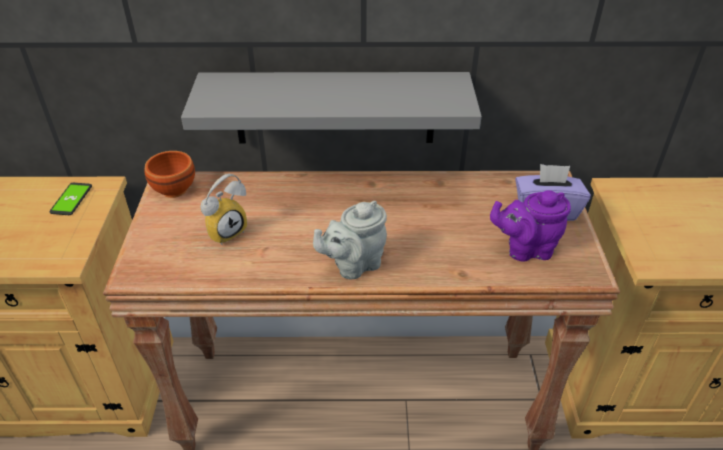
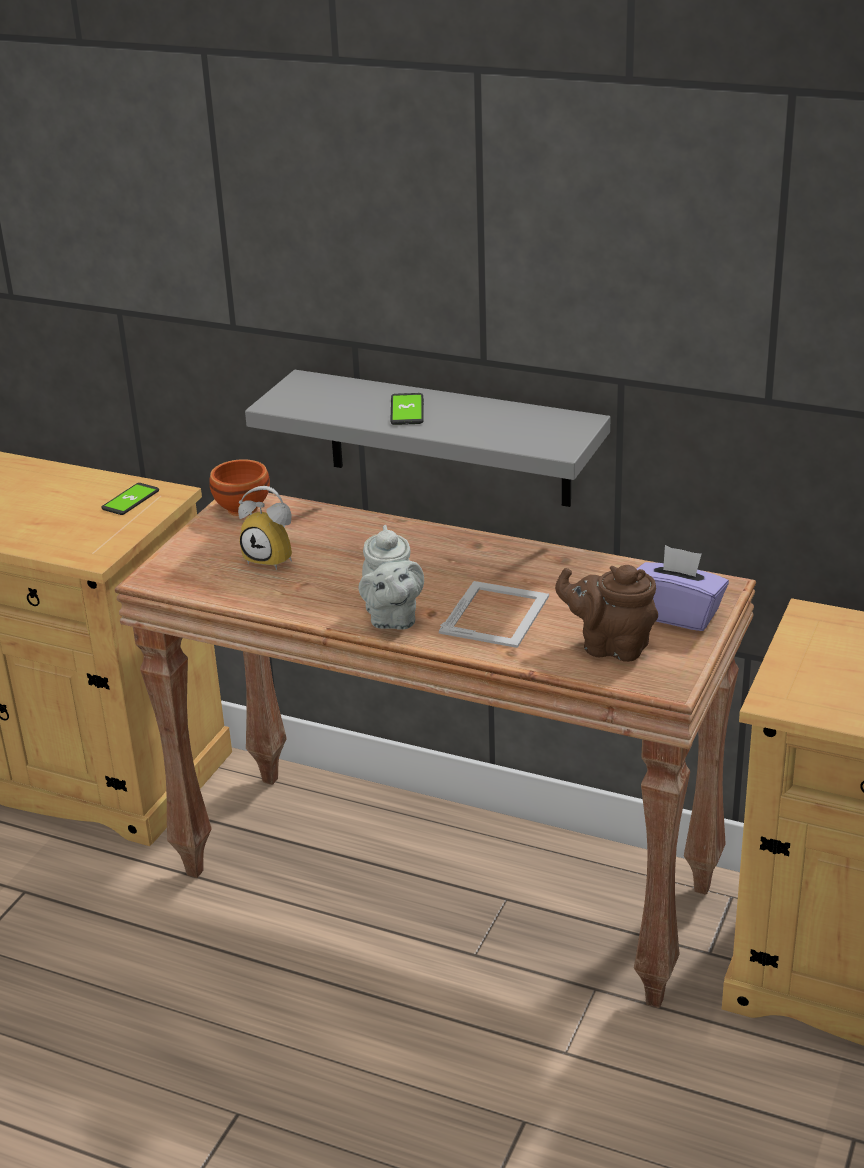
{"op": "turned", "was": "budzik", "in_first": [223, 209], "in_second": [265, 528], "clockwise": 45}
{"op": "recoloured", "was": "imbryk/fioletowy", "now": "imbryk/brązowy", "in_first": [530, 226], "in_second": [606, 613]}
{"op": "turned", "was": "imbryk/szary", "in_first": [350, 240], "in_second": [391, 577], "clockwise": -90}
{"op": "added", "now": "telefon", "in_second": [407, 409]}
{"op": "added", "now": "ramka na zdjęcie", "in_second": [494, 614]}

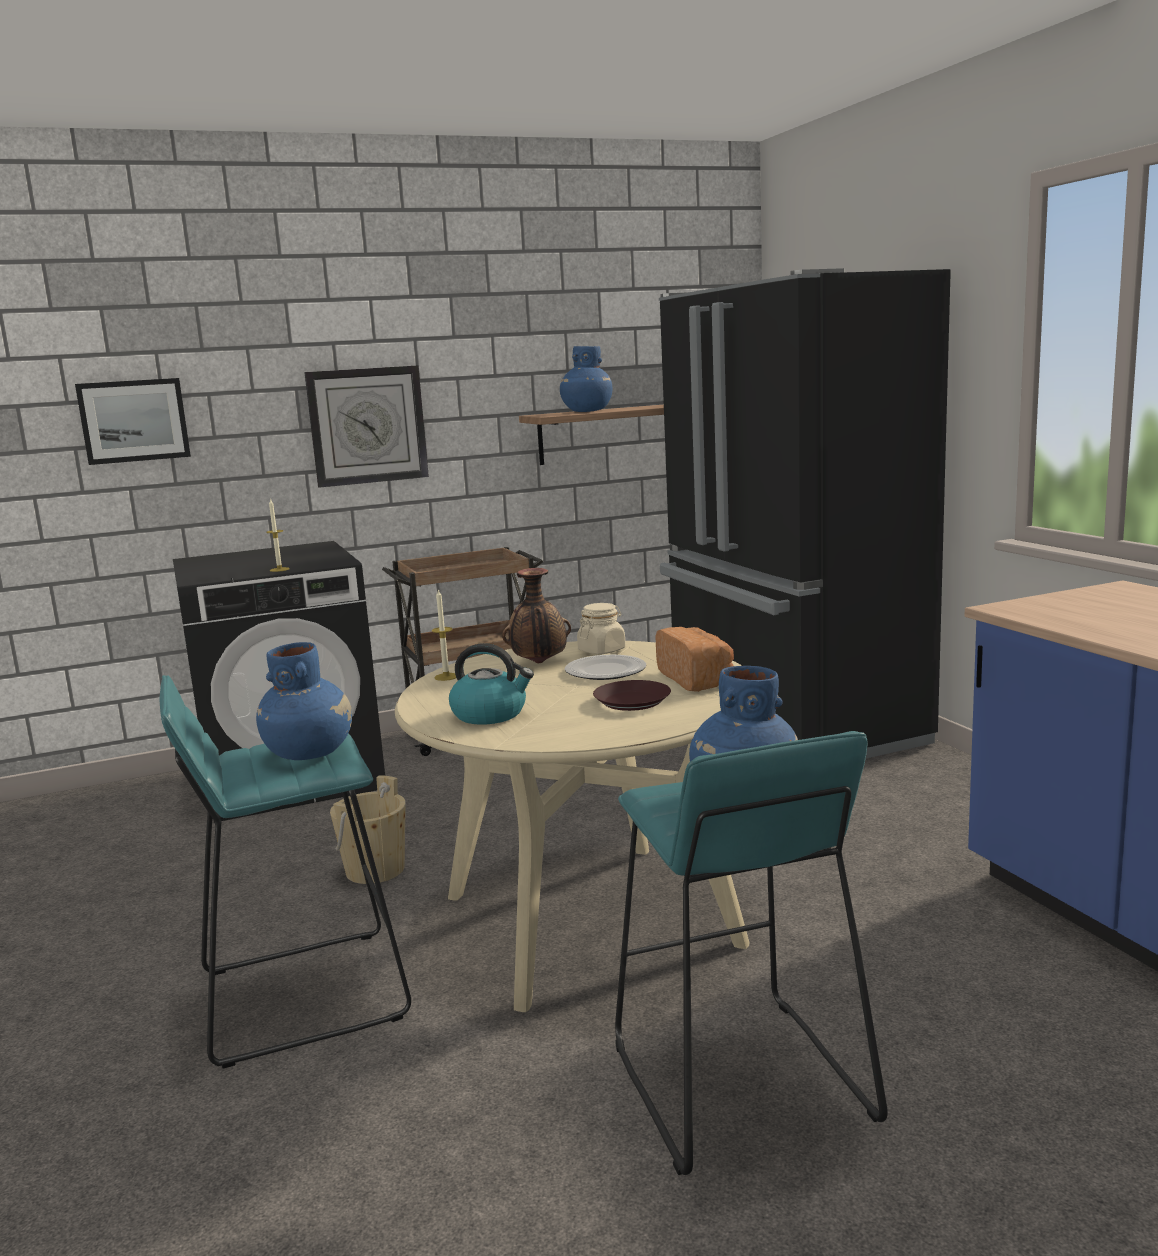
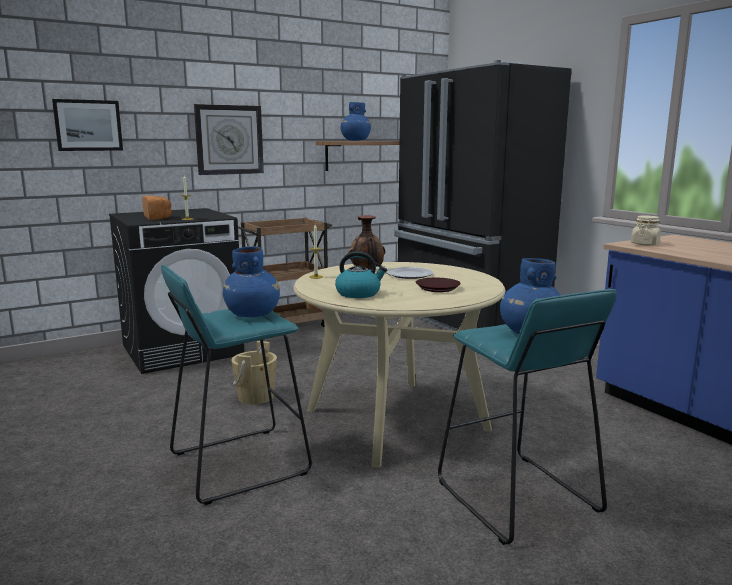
{"op": "moved", "was": "słoik/beżowy", "in_first": [601, 628], "in_second": [646, 230]}
{"op": "moved", "was": "chleb", "in_first": [694, 659], "in_second": [157, 207]}

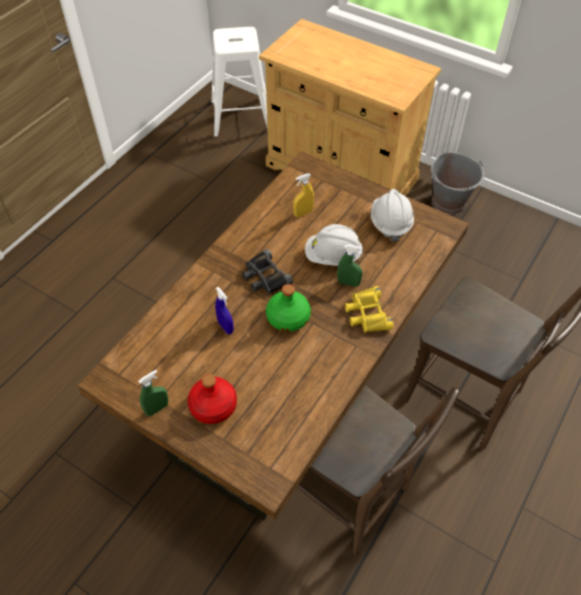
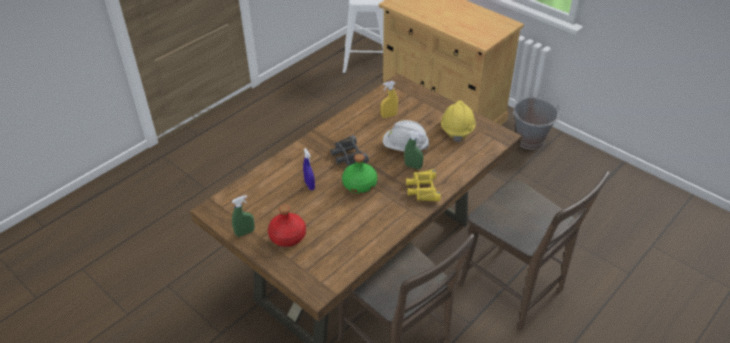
{"op": "recoloured", "was": "kask/biały", "now": "kask/żółty", "in_first": [392, 215], "in_second": [458, 121]}

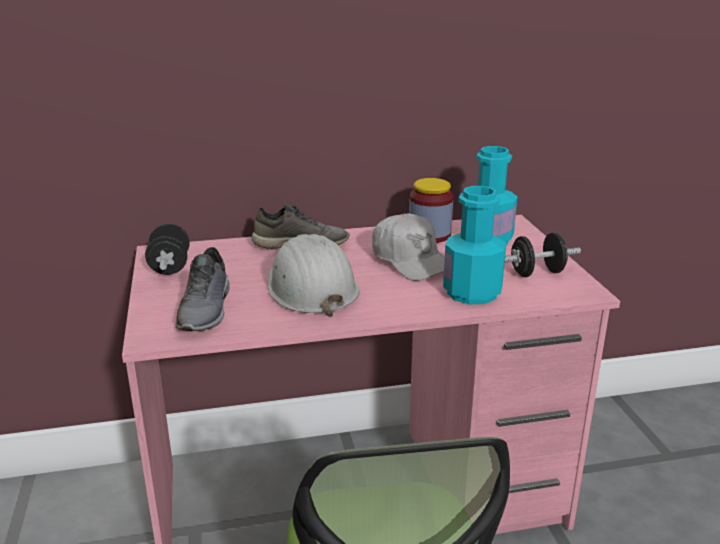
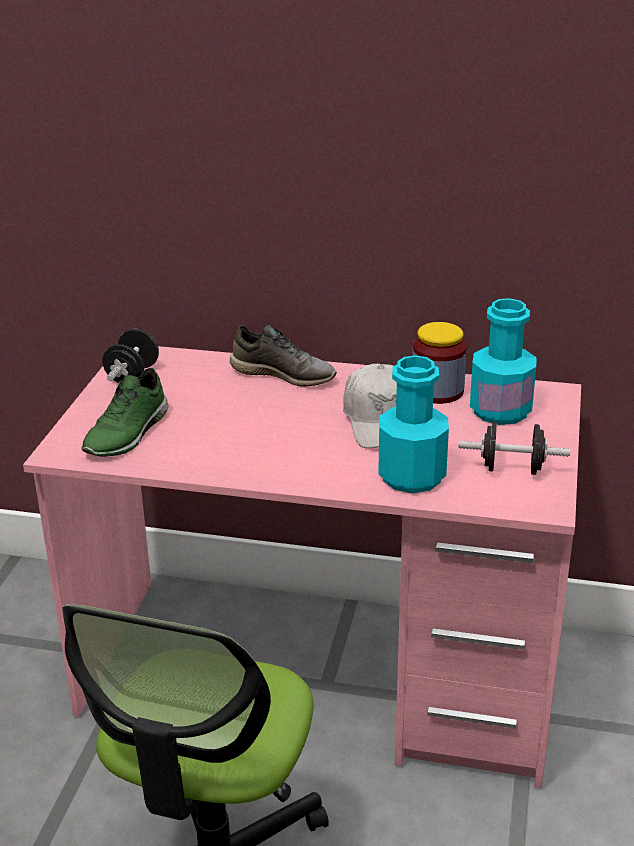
{"op": "removed", "was": "kask/biały", "in_first": [314, 275]}
{"op": "recoloured", "was": "but/szary", "now": "but/zielony", "in_first": [203, 289], "in_second": [124, 412]}

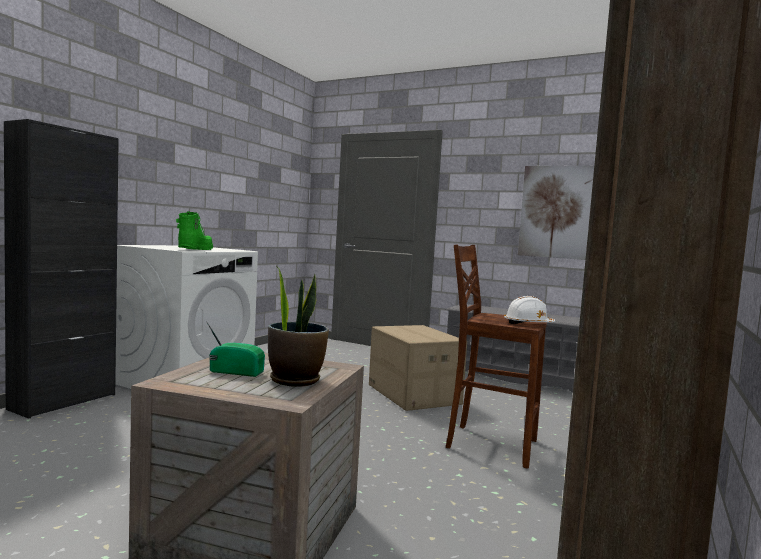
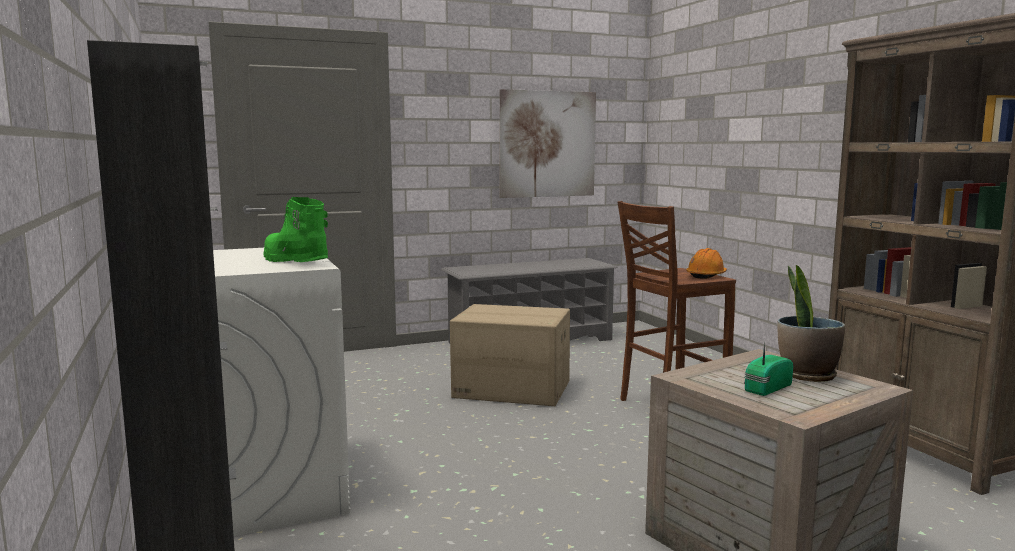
{"op": "recoloured", "was": "kask/biały", "now": "kask/pomarańczowy", "in_first": [529, 310], "in_second": [706, 263]}

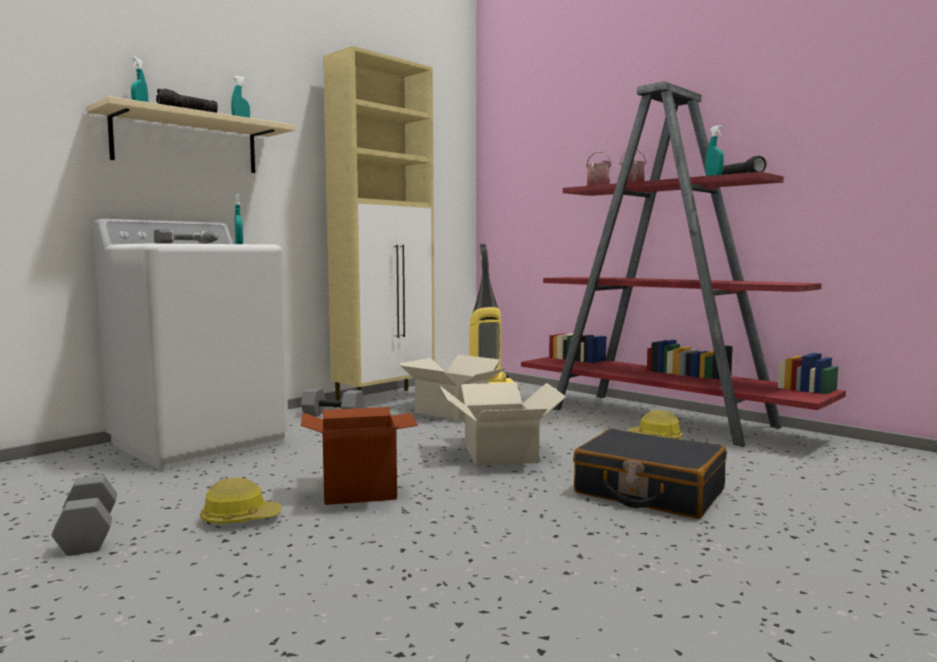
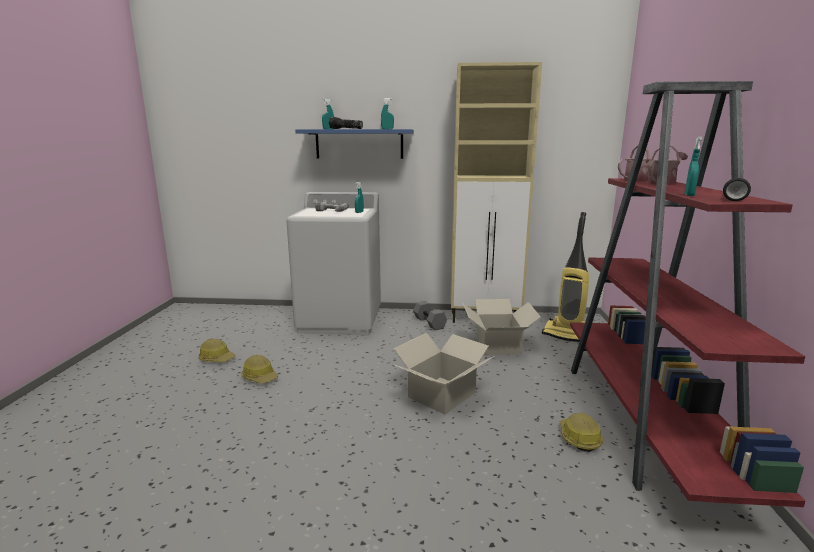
{"op": "recoloured", "was": "półka/beżowy", "now": "półka/niebieski", "in_first": [191, 134], "in_second": [354, 144]}
{"op": "removed", "was": "karton", "in_first": [359, 456]}
{"op": "removed", "was": "walizka/czarny", "in_first": [649, 474]}
{"op": "replaced", "was": "hantel/szary", "now": "kask", "in_first": [84, 515], "in_second": [217, 350]}

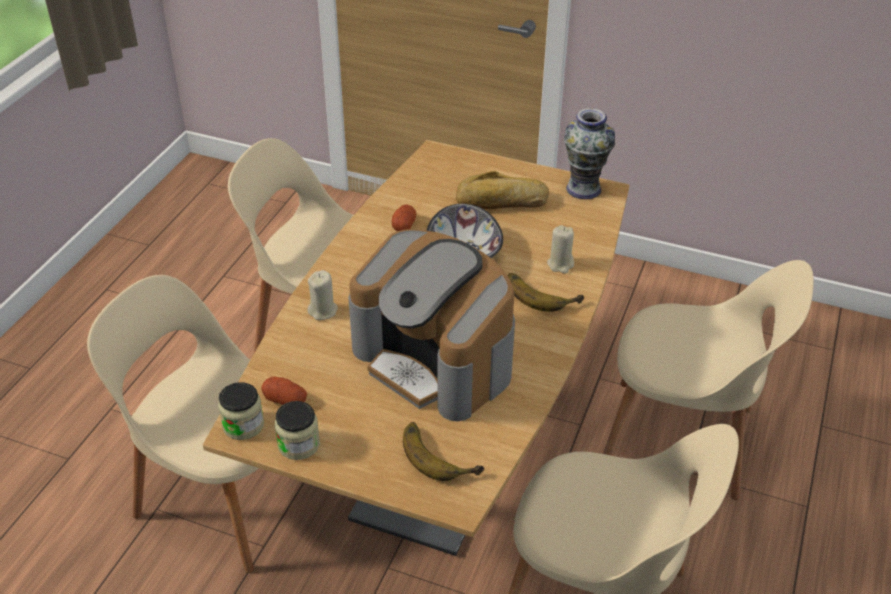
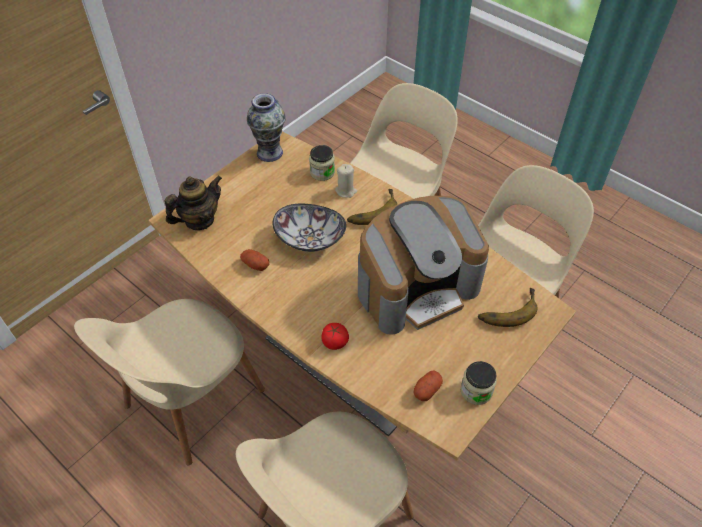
{"op": "removed", "was": "chleb", "in_first": [502, 190]}
{"op": "replaced", "was": "świeca/beżowy", "now": "pomidor", "in_first": [322, 295], "in_second": [335, 336]}
{"op": "moved", "was": "słoik", "in_first": [241, 411], "in_second": [322, 163]}
{"op": "added", "now": "imbryk", "in_second": [193, 203]}

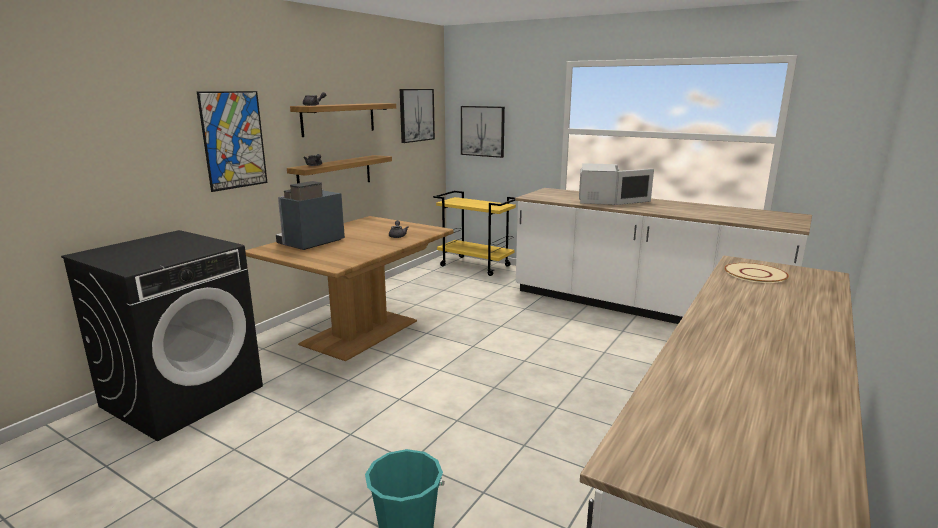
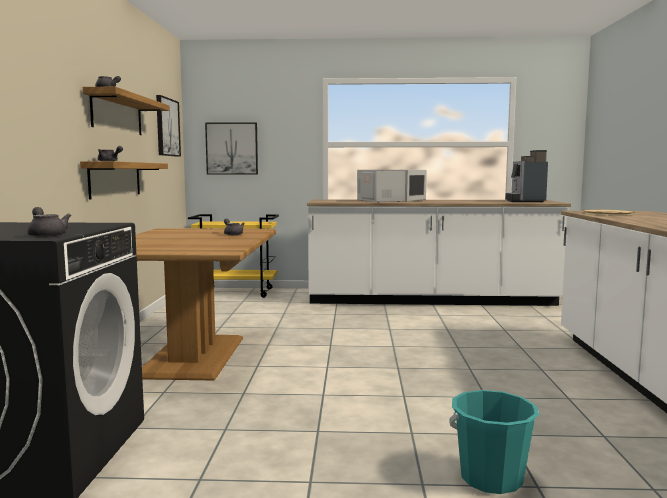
{"op": "removed", "was": "obraz", "in_first": [232, 141]}
{"op": "moved", "was": "ekspres do kawy", "in_first": [310, 215], "in_second": [526, 176]}
{"op": "added", "now": "imbryk/szary", "in_second": [49, 222]}

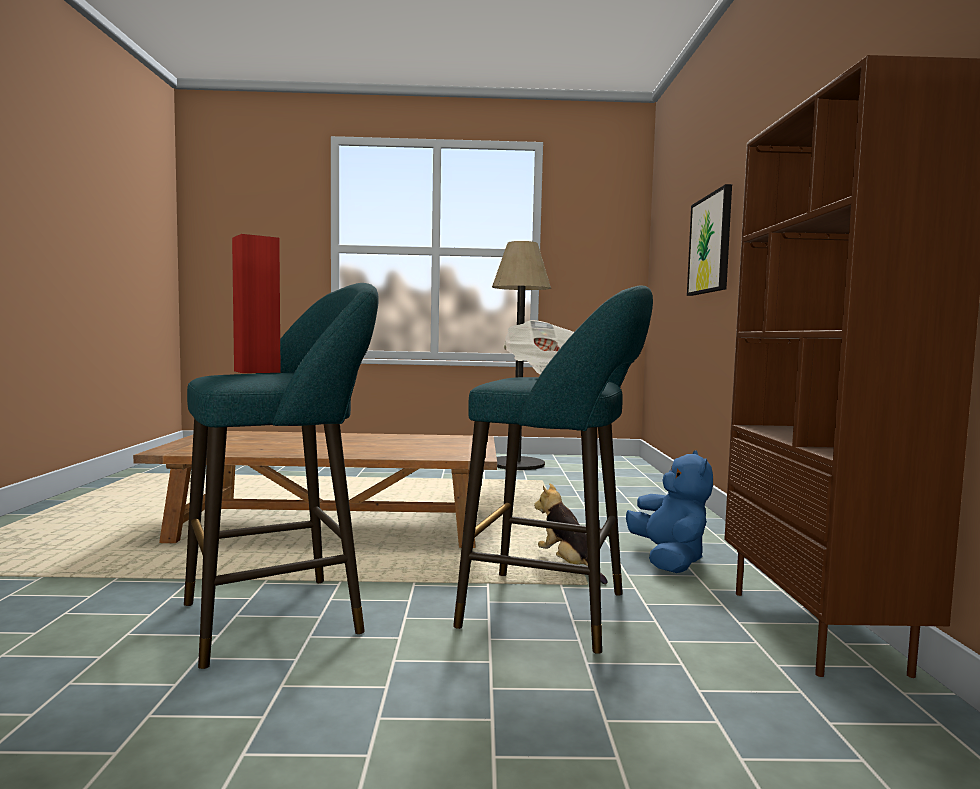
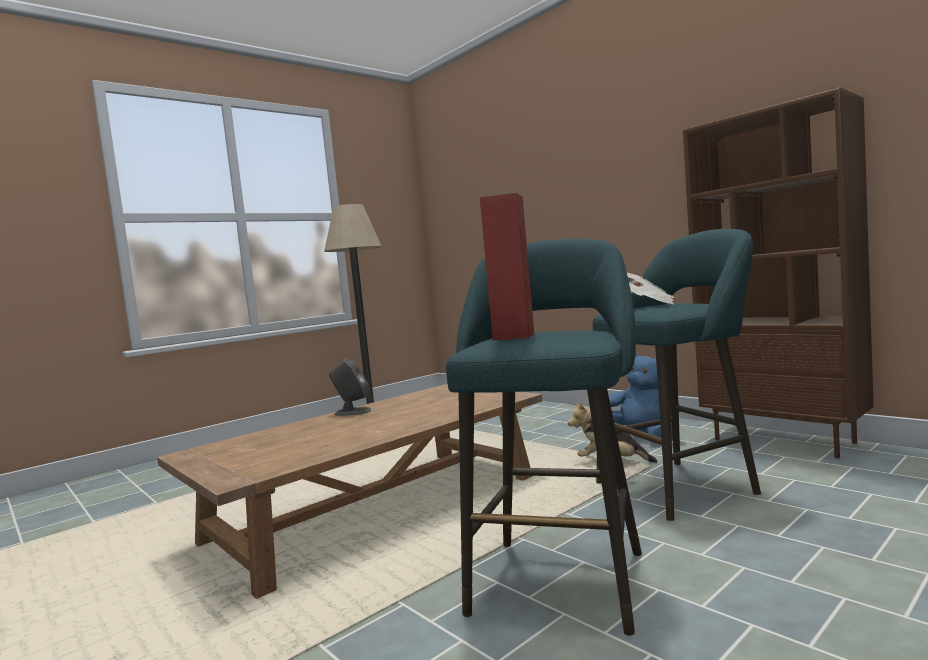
{"op": "removed", "was": "obraz", "in_first": [709, 240]}
{"op": "added", "now": "głośnik/szary", "in_second": [350, 387]}

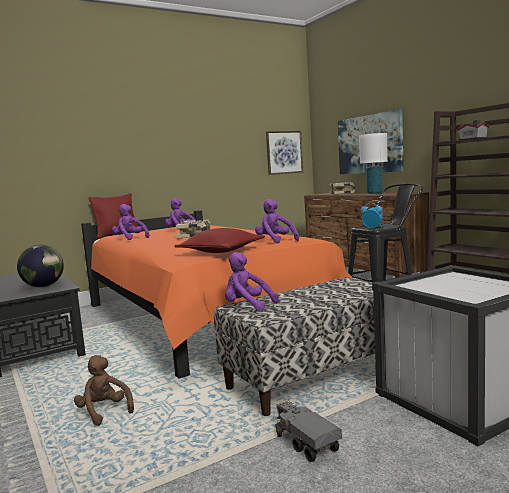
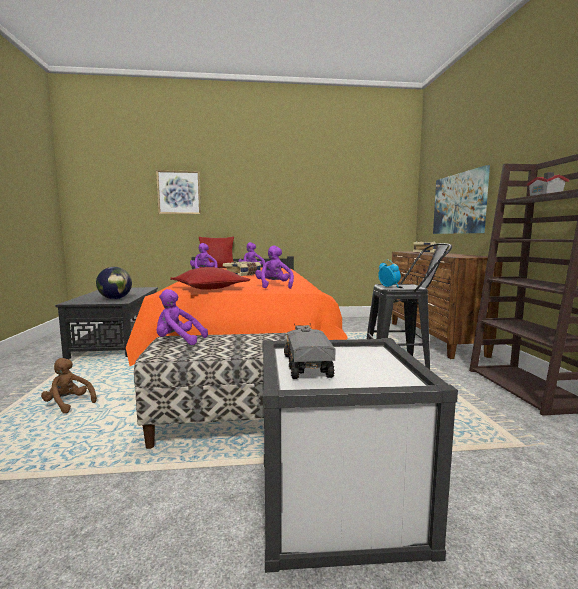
{"op": "moved", "was": "obraz", "in_first": [284, 153], "in_second": [178, 192]}
{"op": "removed", "was": "lampa stołowa/biały", "in_first": [373, 163]}
{"op": "turned", "was": "pluszak/fioletowy", "in_first": [251, 281], "in_second": [182, 317], "clockwise": -45}
{"op": "turned", "was": "pluszak/brązowy", "in_first": [104, 390], "in_second": [69, 385], "clockwise": -45}
{"op": "moved", "was": "ciężarówka zabawkowa", "in_first": [309, 431], "in_second": [309, 351]}

